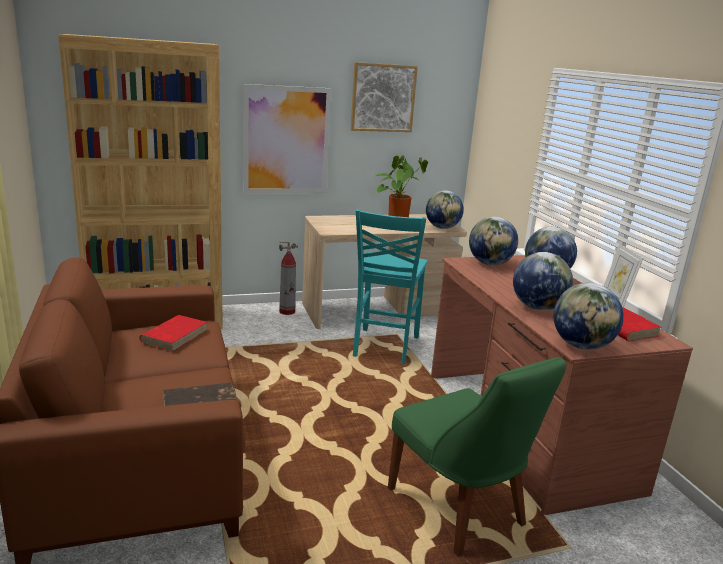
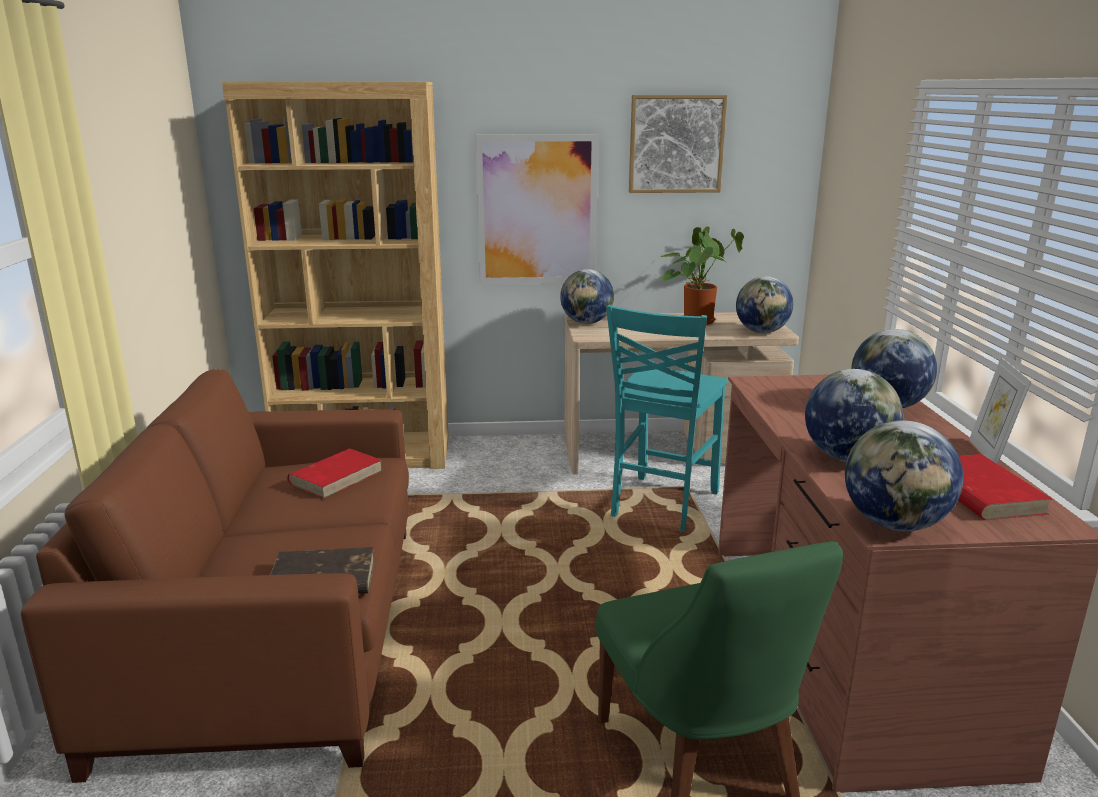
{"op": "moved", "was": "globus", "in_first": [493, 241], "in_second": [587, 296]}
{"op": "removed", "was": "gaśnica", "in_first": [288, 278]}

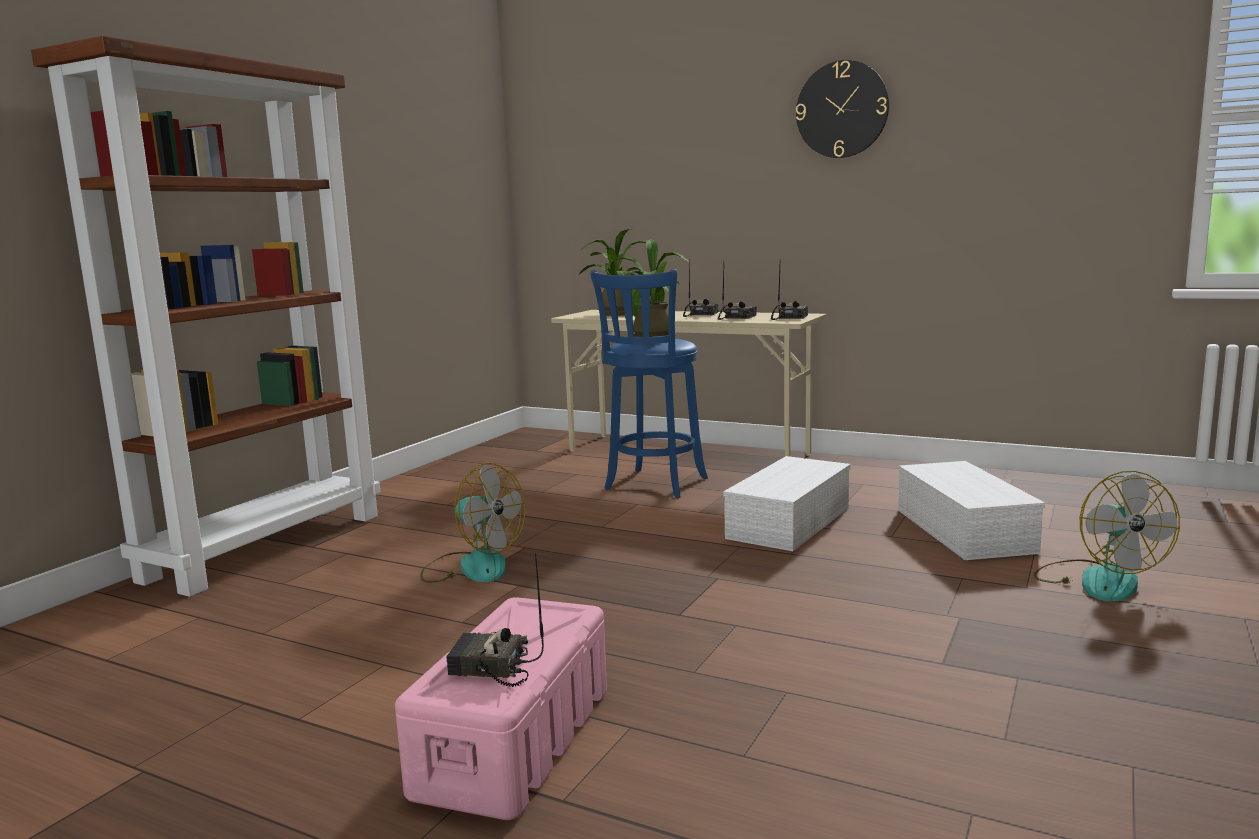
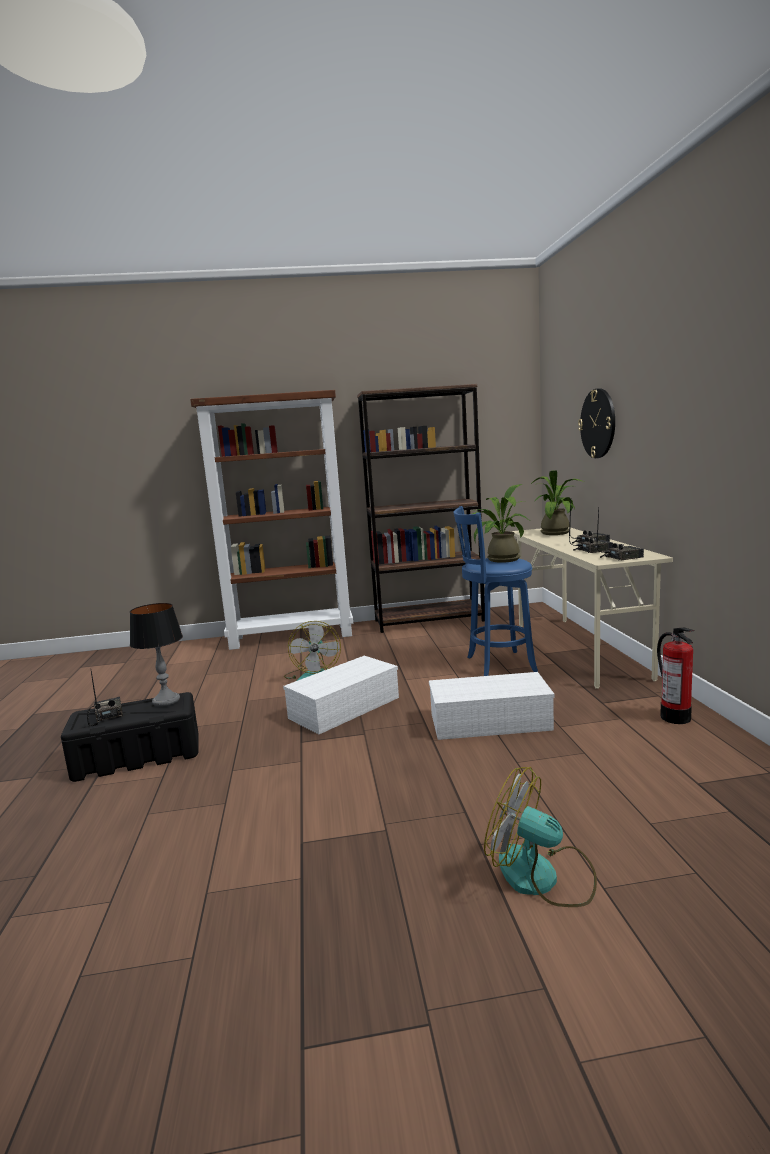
{"op": "moved", "was": "zegar ścienny", "in_first": [842, 109], "in_second": [596, 423]}
{"op": "moved", "was": "pojemnik do przechowywania/biały", "in_first": [971, 510], "in_second": [341, 695]}
{"op": "turned", "was": "wentylator", "in_first": [1106, 536], "in_second": [540, 837], "clockwise": 75}
{"op": "recoloured", "was": "pojemnik do przechowywania/różowy", "now": "pojemnik do przechowywania/czarny", "in_first": [501, 708], "in_second": [129, 737]}
{"op": "added", "now": "regał/brązowy", "in_second": [421, 508]}
{"op": "added", "now": "lampa stołowa", "in_second": [156, 654]}
{"op": "added", "now": "gaśnica", "in_second": [676, 676]}

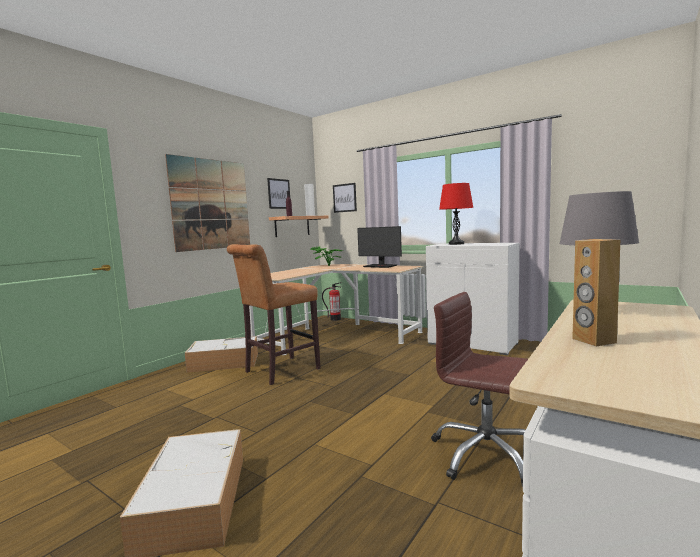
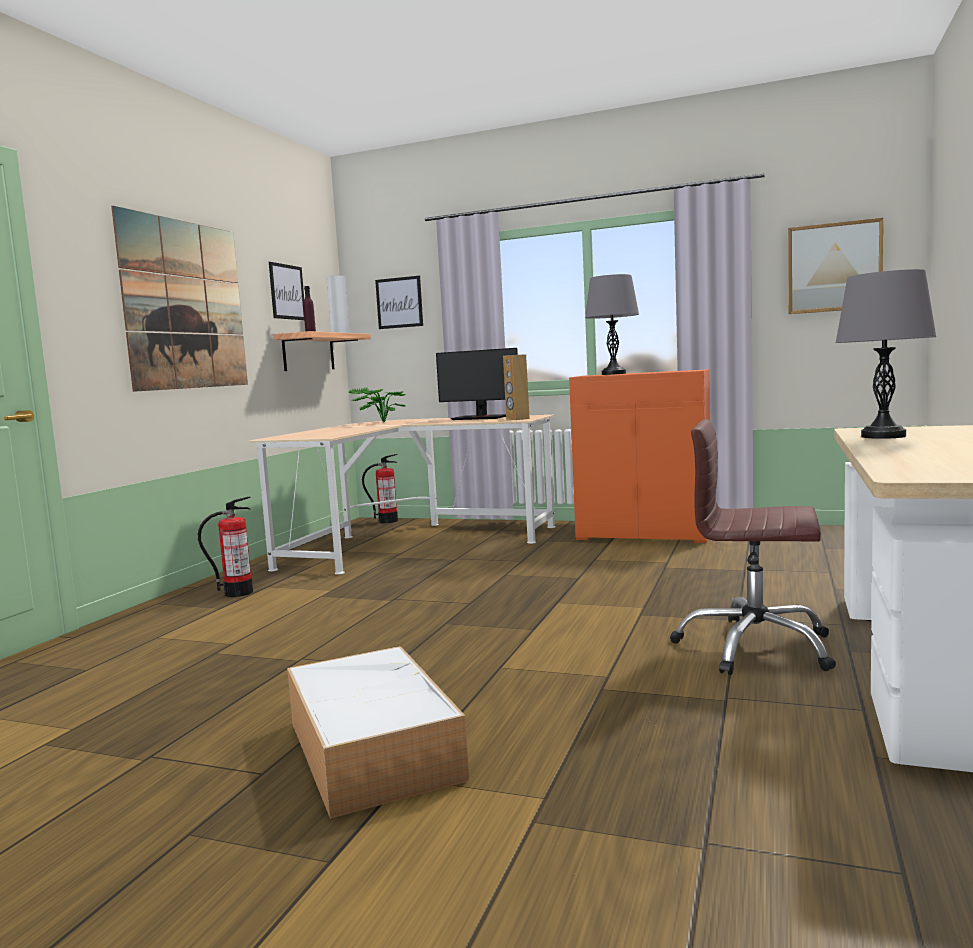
{"op": "recoloured", "was": "lampa stołowa/czerwony", "now": "lampa stołowa/szary", "in_first": [456, 214], "in_second": [612, 324]}
{"op": "moved", "was": "głośnik/brązowy", "in_first": [596, 293], "in_second": [516, 387]}
{"op": "recoloured", "was": "szafka/biały", "now": "szafka/pomarańczowy", "in_first": [472, 299], "in_second": [639, 456]}
{"op": "removed", "was": "stołek/brązowy", "in_first": [274, 314]}
{"op": "replaced", "was": "pojemnik do przechowywania", "now": "gaśnica", "in_first": [221, 354], "in_second": [225, 546]}
{"op": "added", "now": "obraz", "in_second": [835, 266]}

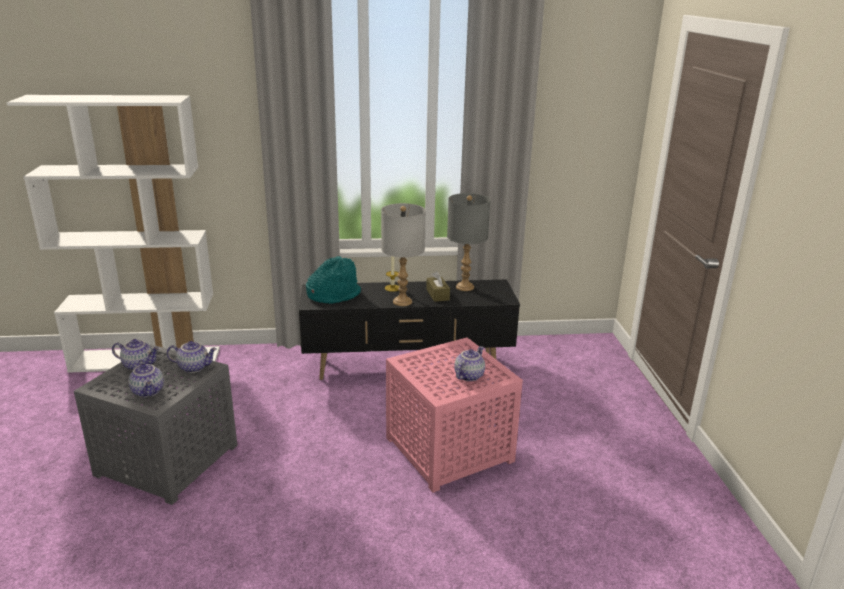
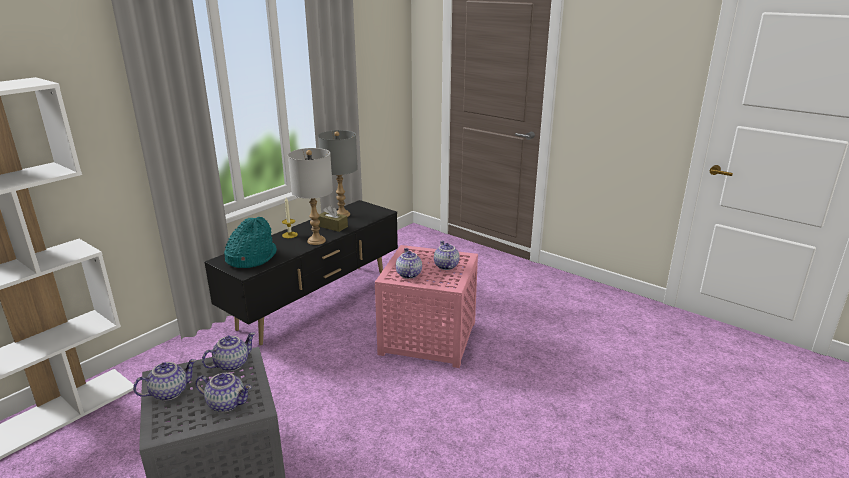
{"op": "added", "now": "imbryk", "in_second": [409, 263]}

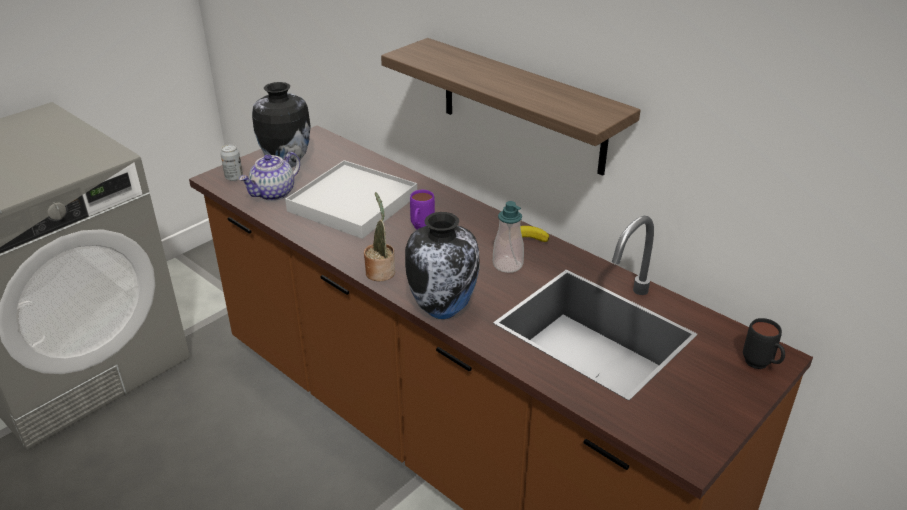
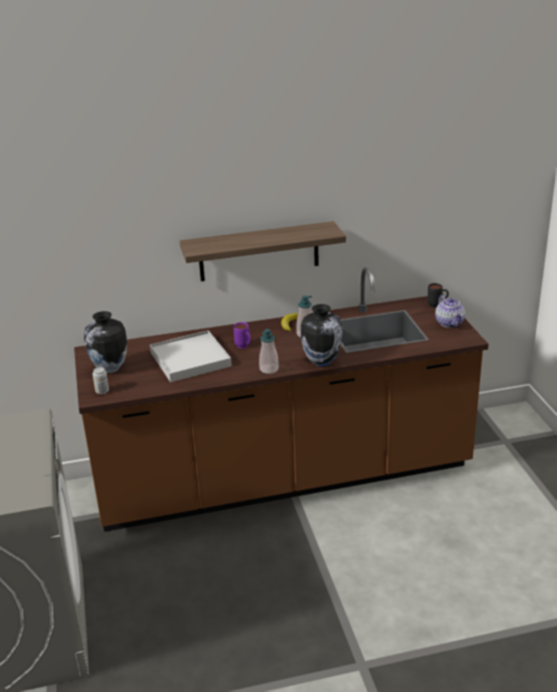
{"op": "moved", "was": "imbryk", "in_first": [269, 176], "in_second": [450, 311]}
{"op": "replaced", "was": "roślina doniczkowa", "now": "dozownik mydła", "in_first": [379, 237], "in_second": [269, 351]}

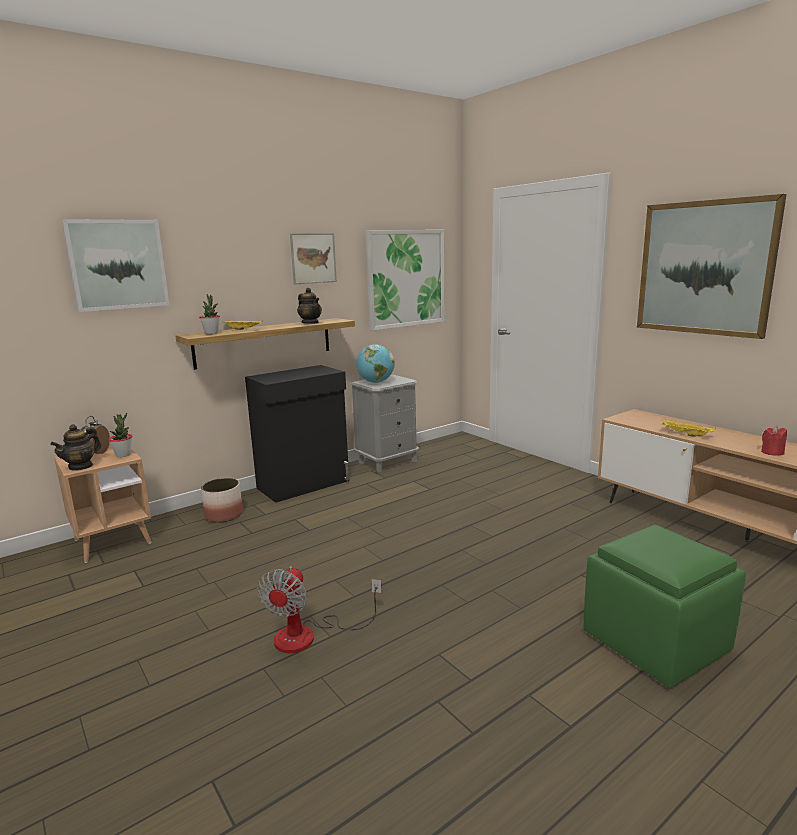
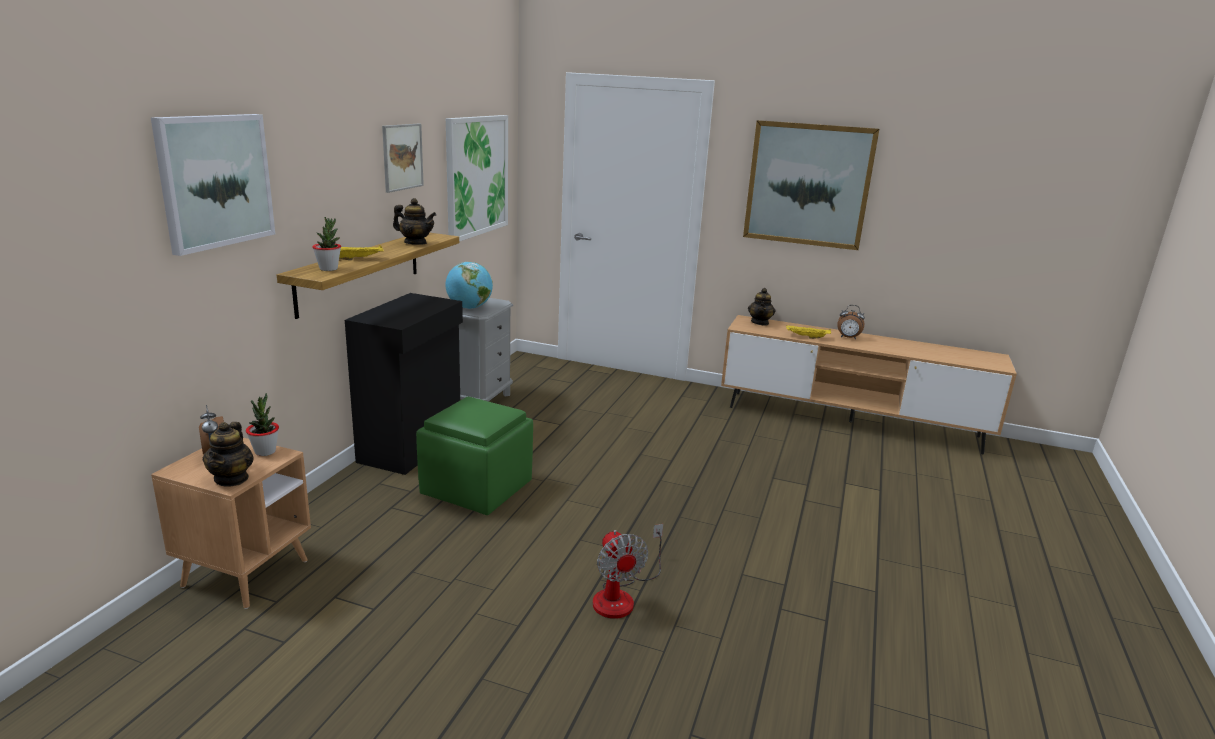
{"op": "removed", "was": "świeca/czerwony", "in_first": [774, 441]}
{"op": "removed", "was": "donica", "in_first": [222, 500]}
{"op": "moved", "was": "pufa/zielony", "in_first": [664, 606], "in_second": [474, 456]}
{"op": "added", "now": "imbryk", "in_second": [761, 306]}
{"op": "added", "now": "budzik", "in_second": [851, 322]}

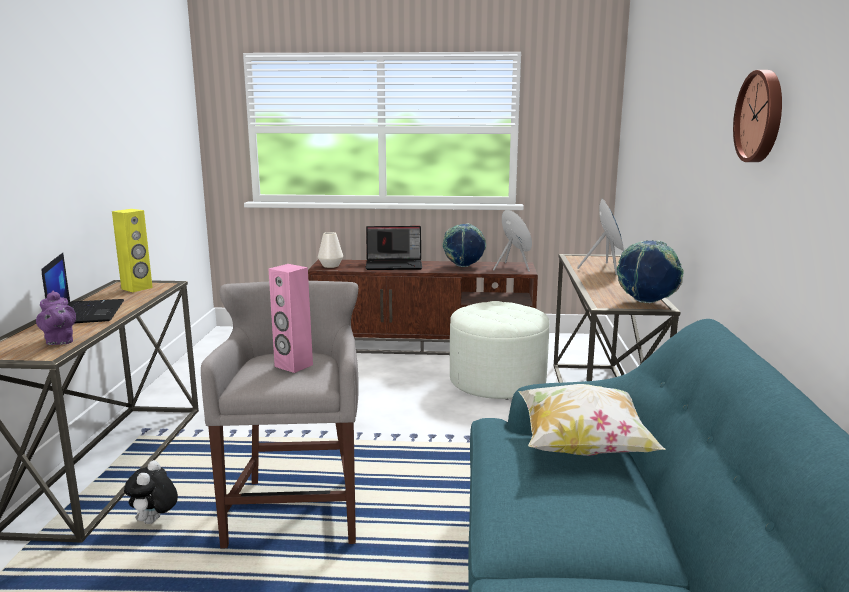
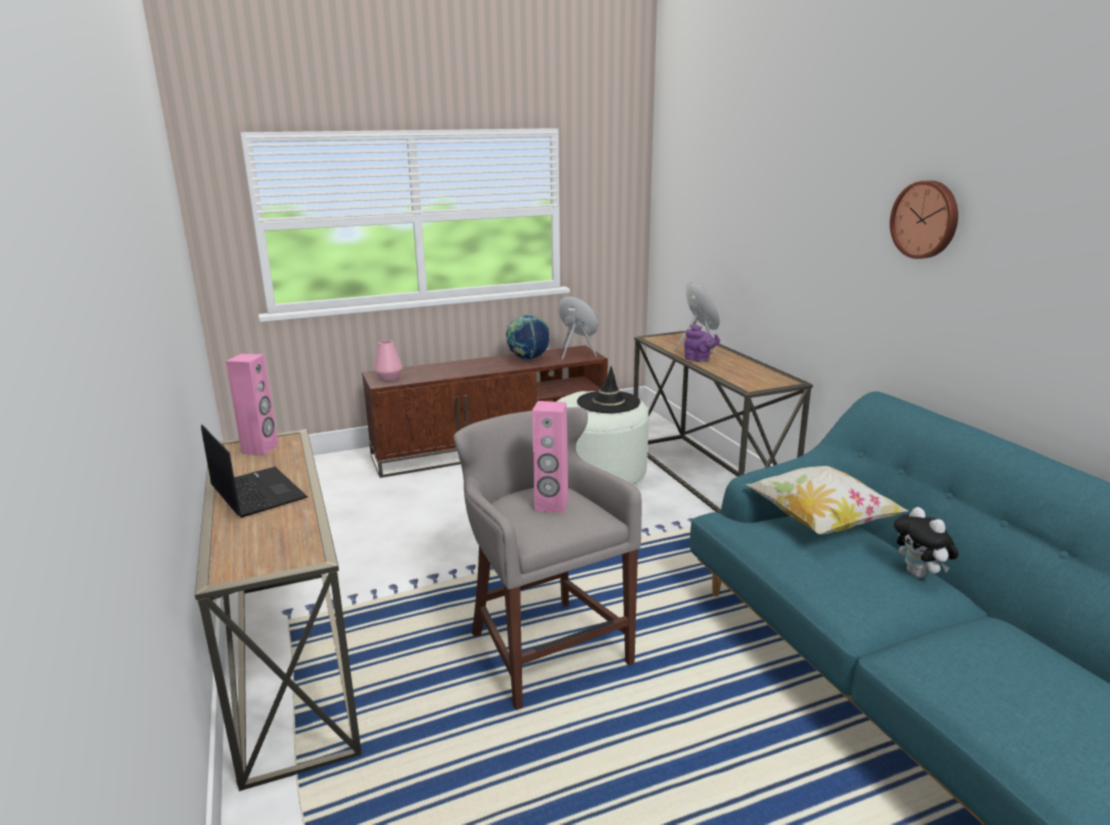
{"op": "recoloured", "was": "głośnik/żółty", "now": "głośnik/różowy", "in_first": [132, 250], "in_second": [252, 404]}
{"op": "removed", "was": "laptop", "in_first": [394, 248]}
{"op": "recoloured", "was": "wazon/biały", "now": "wazon/różowy", "in_first": [330, 250], "in_second": [388, 360]}
{"op": "removed", "was": "globus", "in_first": [650, 271]}
{"op": "moved", "was": "imbryk/fioletowy", "in_first": [56, 318], "in_second": [702, 343]}
{"op": "moved", "was": "pluszak", "in_first": [151, 492], "in_second": [926, 542]}
{"op": "added", "now": "kapelusz/czarny", "in_second": [608, 389]}

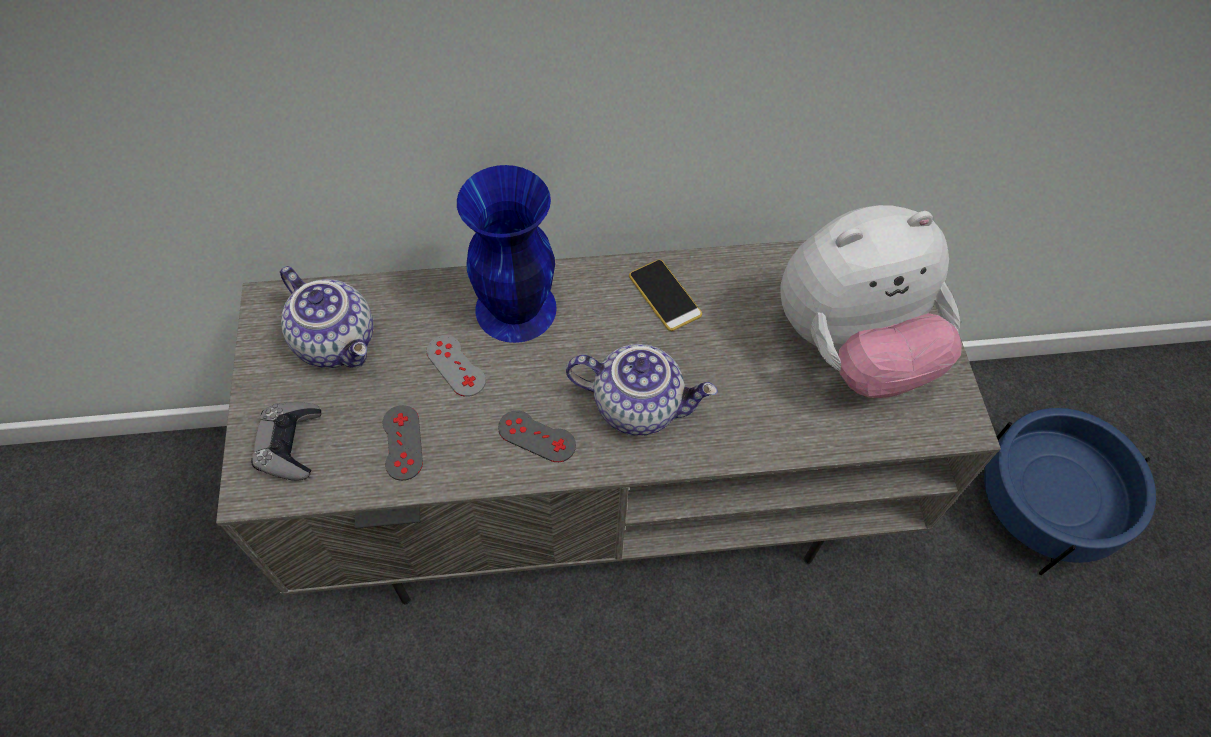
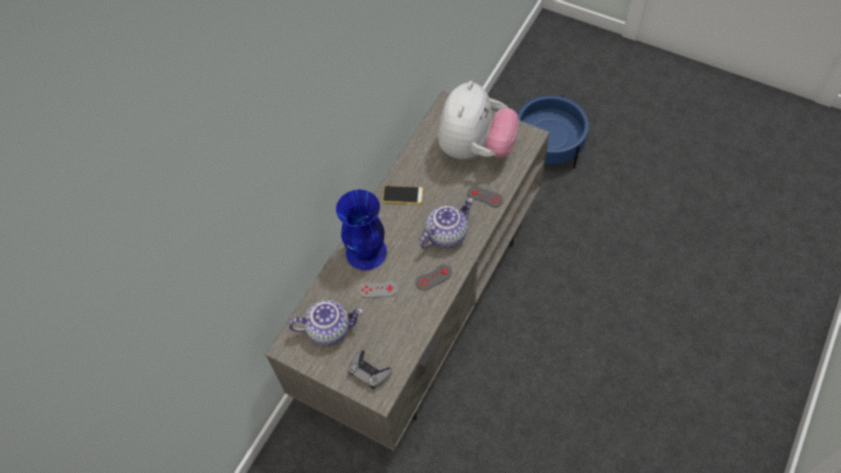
{"op": "moved", "was": "pad do gier/szary", "in_first": [403, 443], "in_second": [485, 196]}

